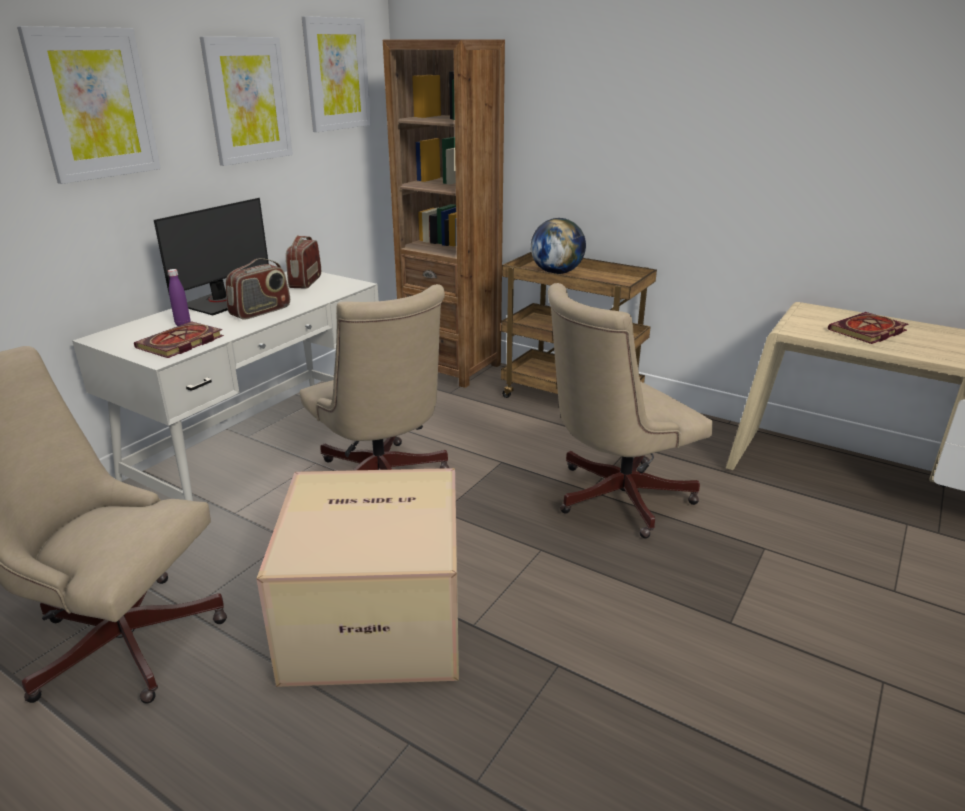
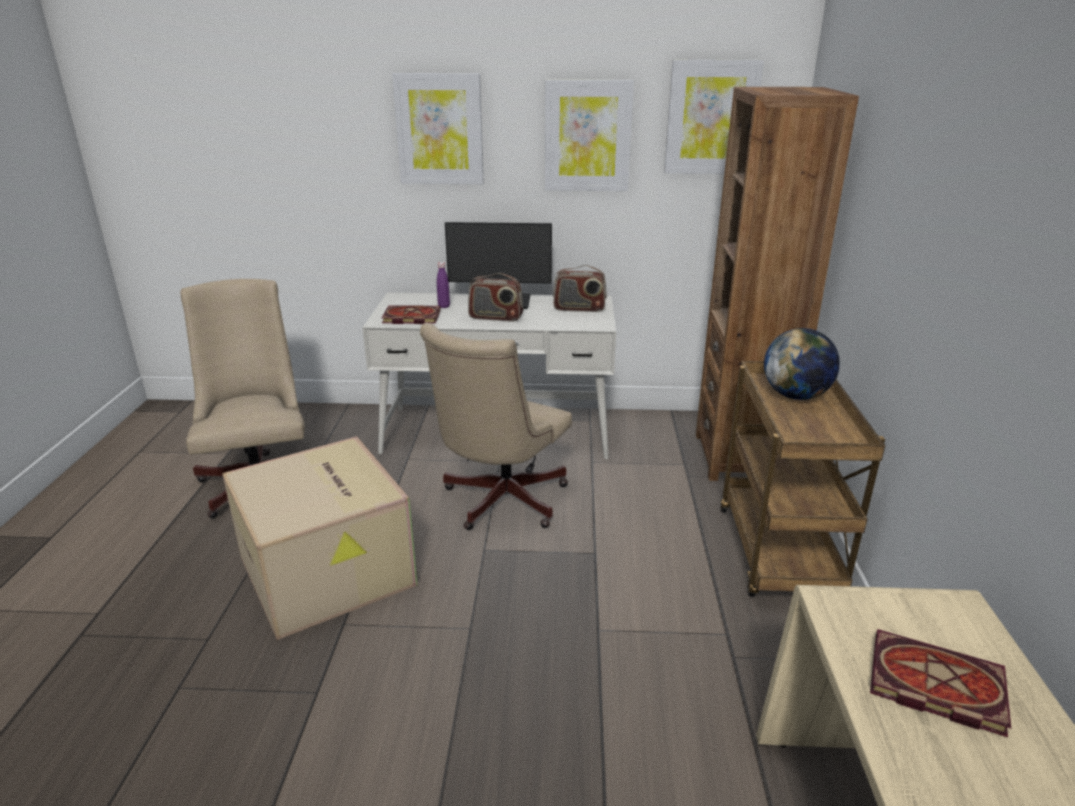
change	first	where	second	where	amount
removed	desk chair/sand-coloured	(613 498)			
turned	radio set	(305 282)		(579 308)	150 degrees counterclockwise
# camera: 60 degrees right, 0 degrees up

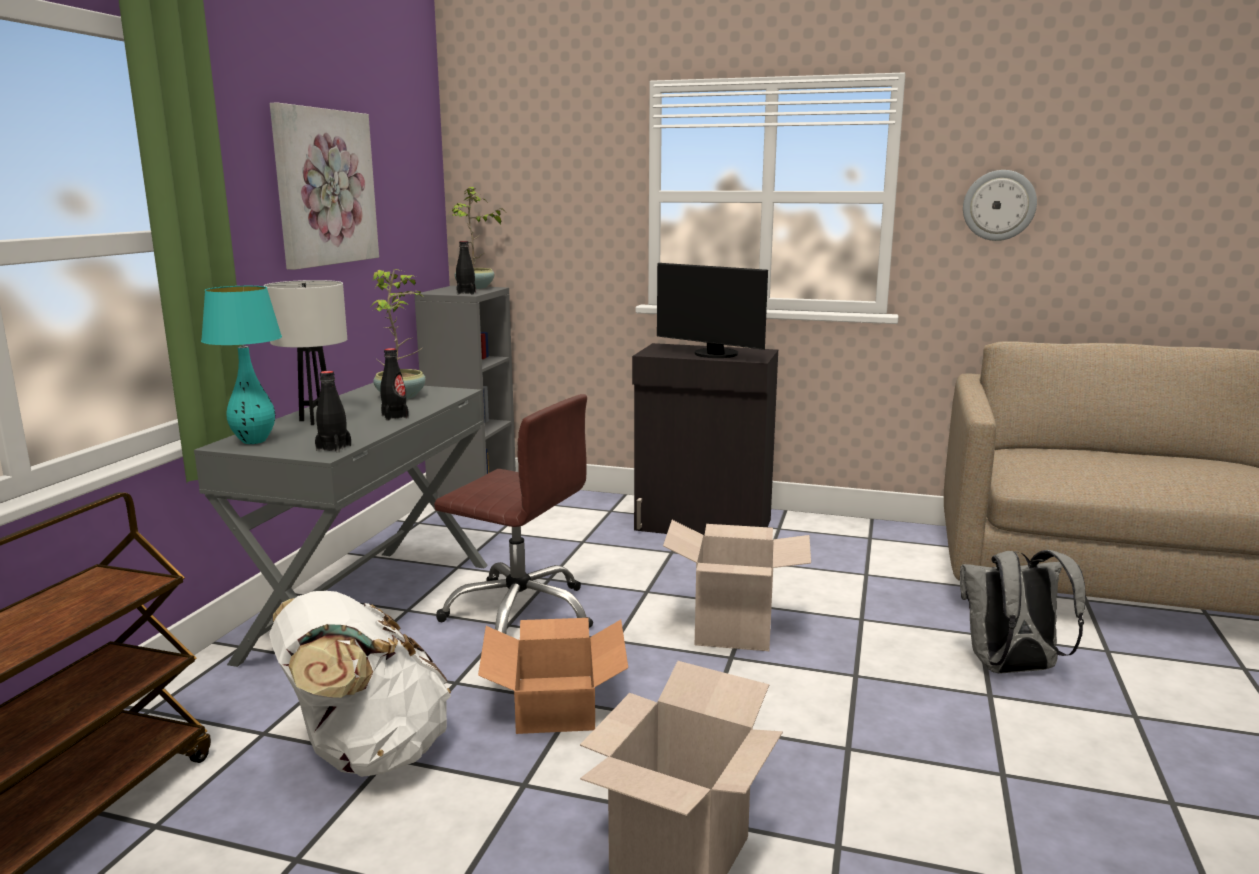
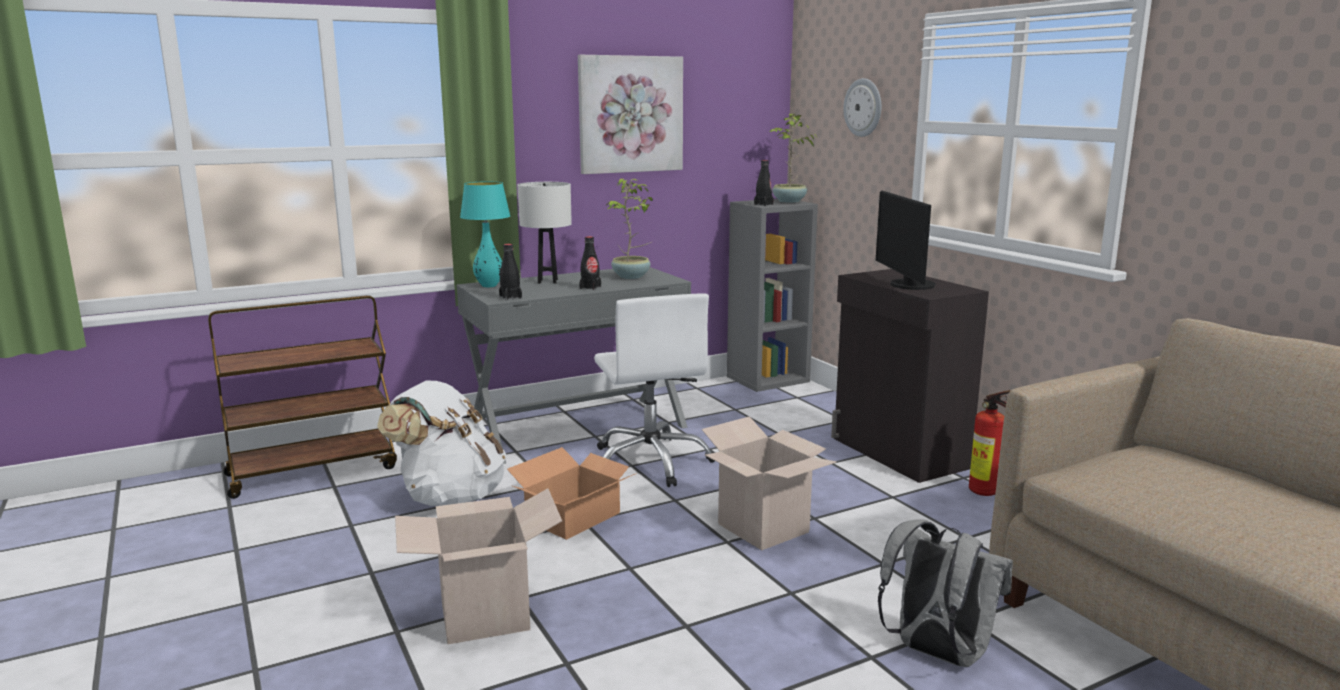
change	first	where	second	where	amount
added			extinguisher	(986 493)	
moved	hanging clock	(999 205)		(863 107)	
recoloured	desk chair/brown-coloured	(520 613)	desk chair/white	(651 462)	
# camera: 45 degrees right, 0 degrees up

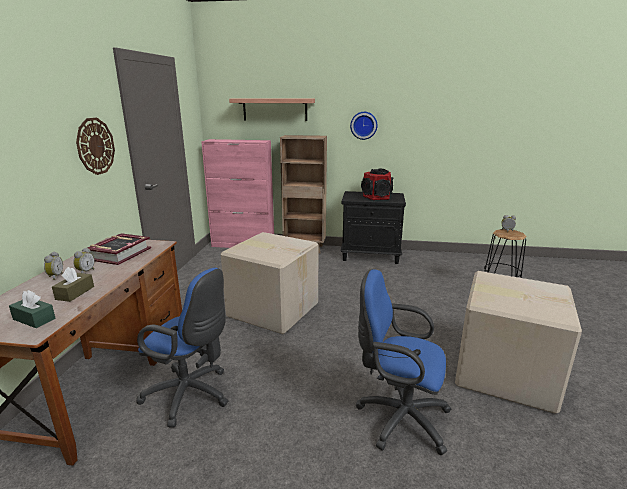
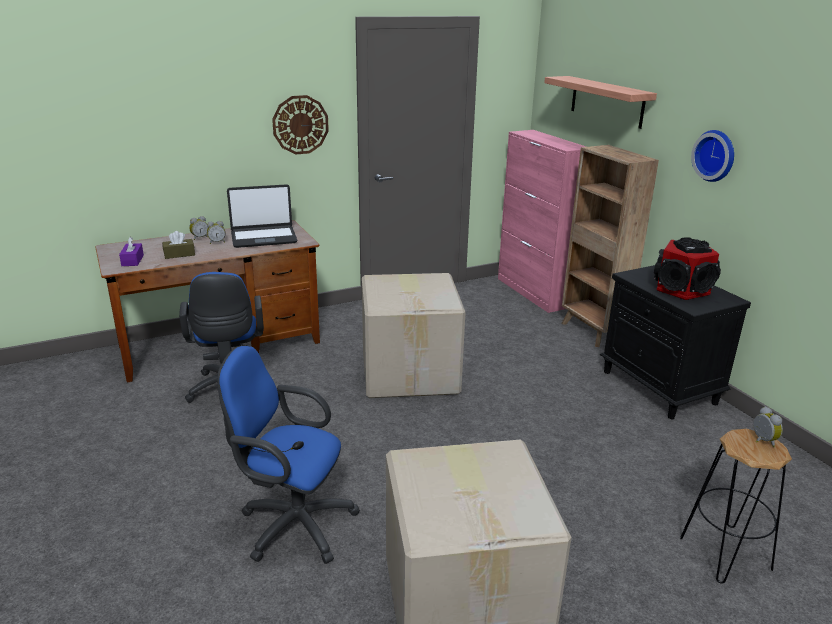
change	first	where	second	where	amount
replaced	book	(120 254)	laptop	(263 238)	
recoloured	tissue holder/green	(34 319)	tissue holder/purplish	(132 260)	
turned	desk chair/blue	(398 418)		(292 524)	60 degrees counterclockwise
# camera: 55 degrees right, 5 degrees up

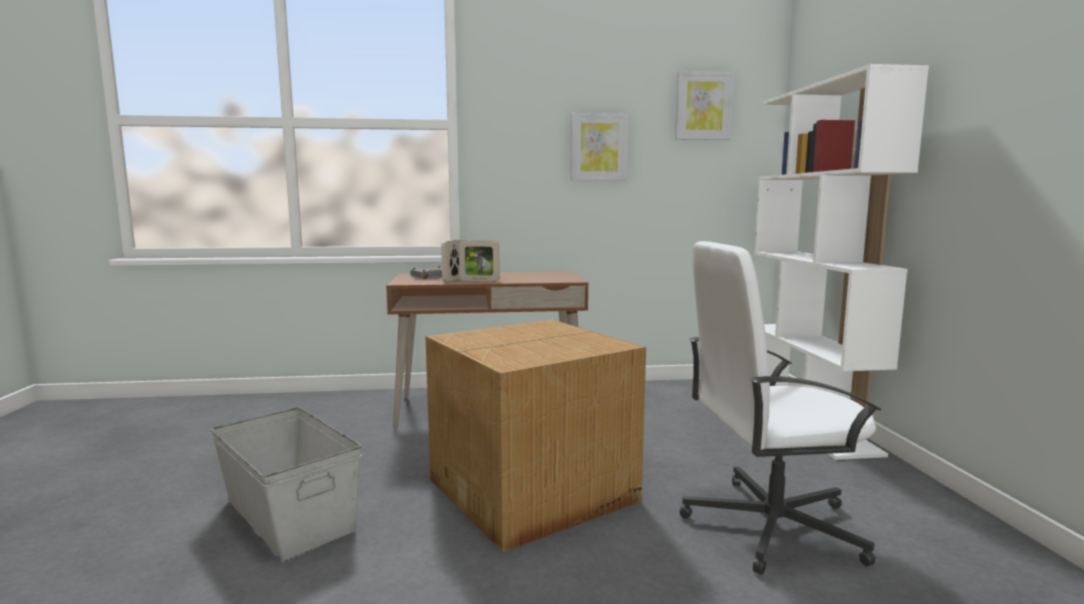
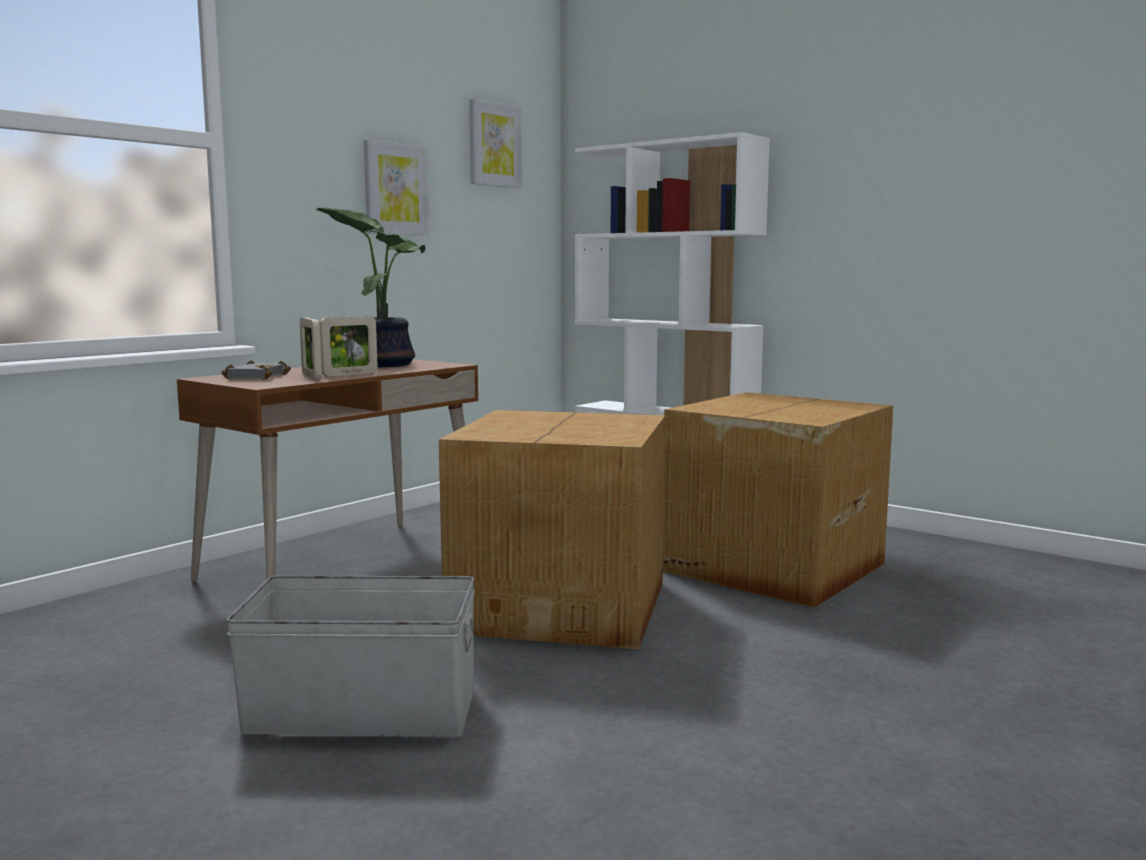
change	first	where	second	where	amount
added			potted plant	(382 364)	
replaced	desk chair/white	(769 525)	cardboard box	(770 567)	
# camera: 45 degrees left, 0 degrees up

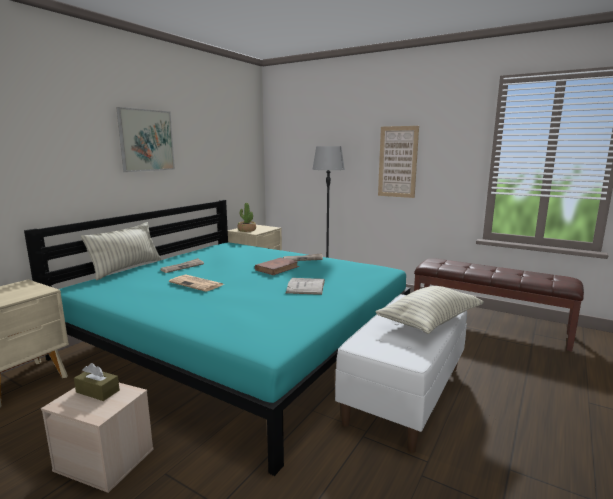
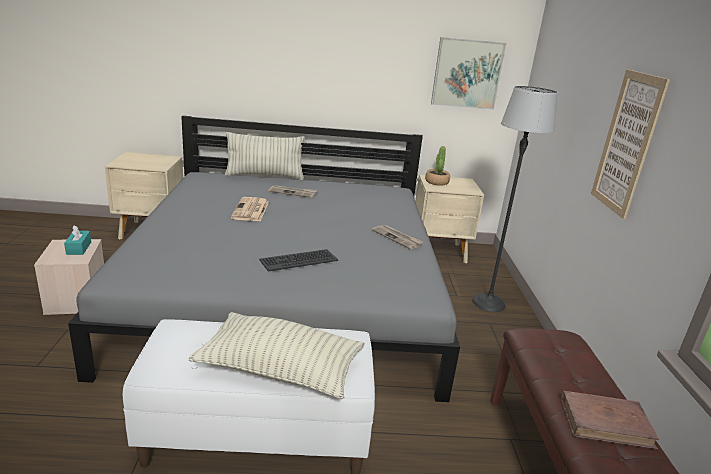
change	first	where	second	where	amount
moved	picture	(146 140)		(467 74)	
moved	book/brown-coloured	(277 268)		(606 423)	
replaced	book/white	(306 286)	computer keyboard	(298 260)	
recoloured	bedroom bed/turquoise	(241 341)	bedroom bed/greyish	(287 292)	
recoloured	tissue holder/brown-coloured	(97 391)	tissue holder/turquoise	(79 248)	
# camera: 55 degrees right, 10 degrees up

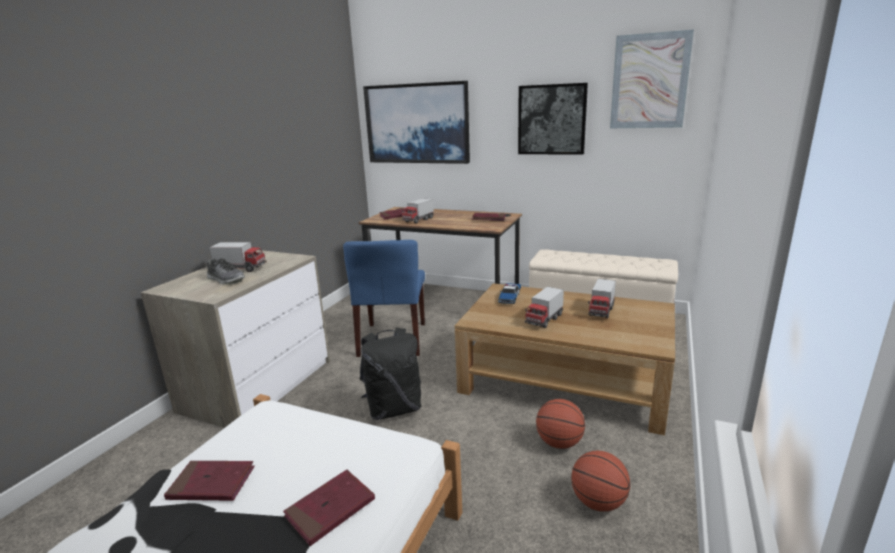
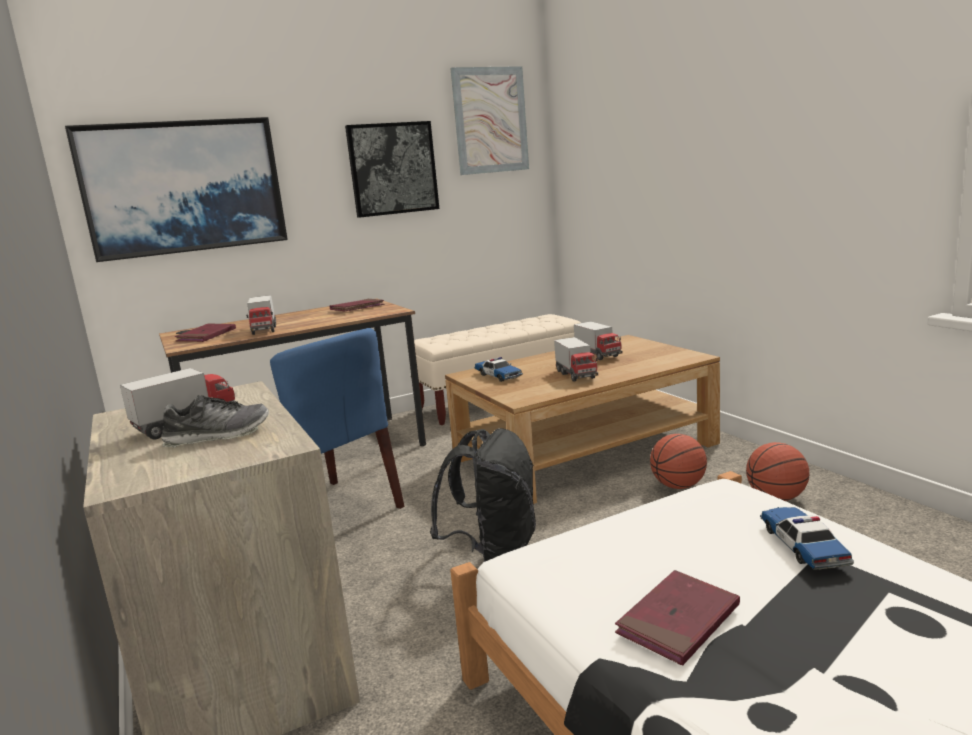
change	first	where	second	where	amount
replaced	book/red-coloured	(330 509)	toy car	(803 547)	
# camera: 50 degrees left, 5 degrees down

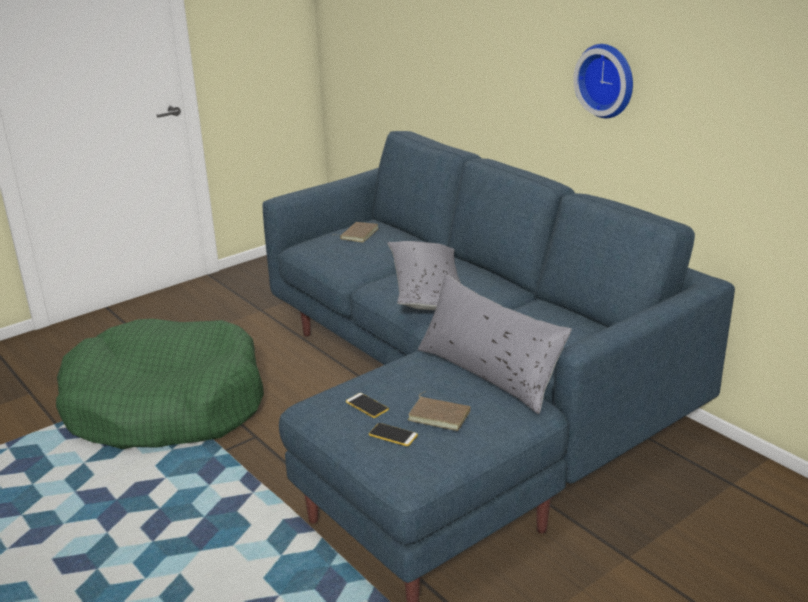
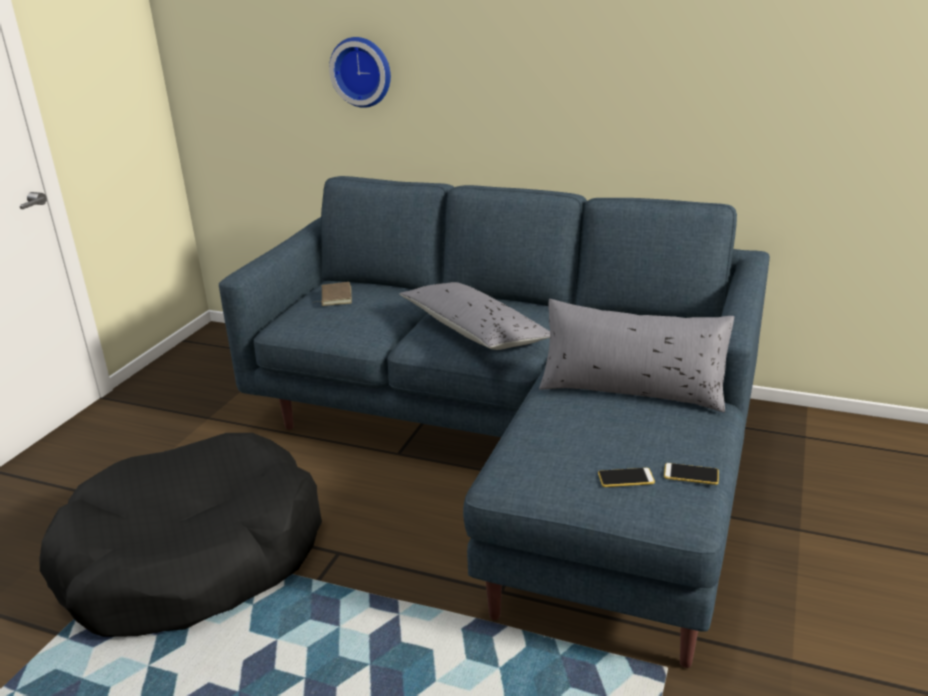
change	first	where	second	where	amount
removed	book/brown-coloured	(440 415)			
moved	handset	(367 406)		(691 474)	
moved	hanging clock	(607 80)		(362 71)	
recoloured	dog bed/green	(166 405)	dog bed/blackish	(192 558)	
# camera: 30 degrees left, 0 degrees up

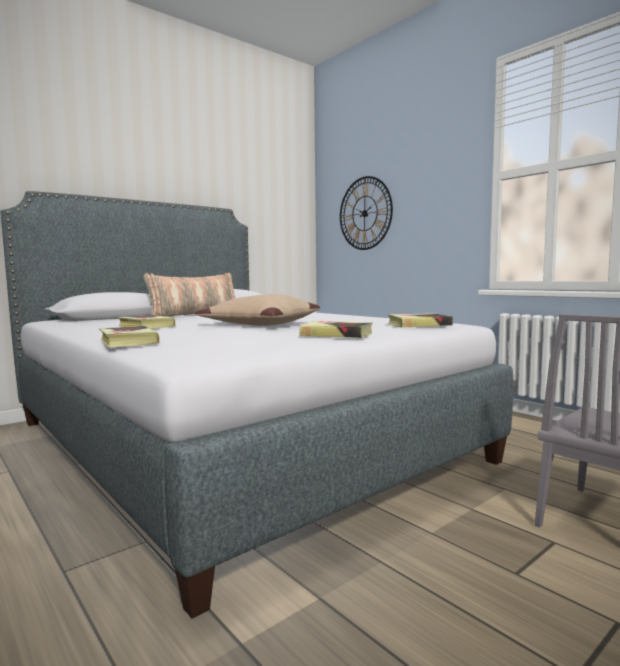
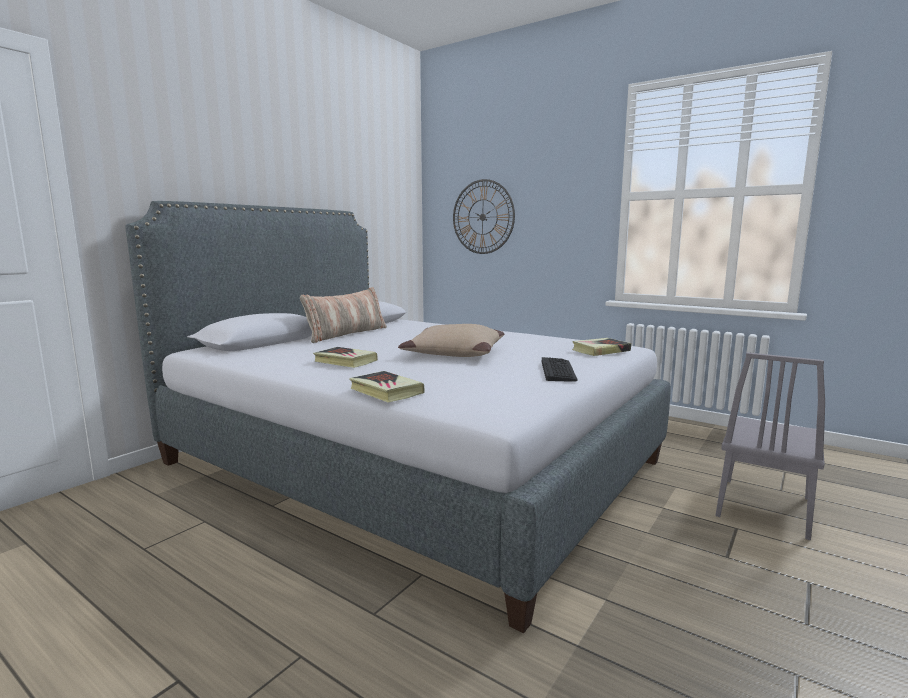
change	first	where	second	where	amount
replaced	book	(336 335)	computer keyboard	(558 370)	
# camera: 15 degrees left, 5 degrees up

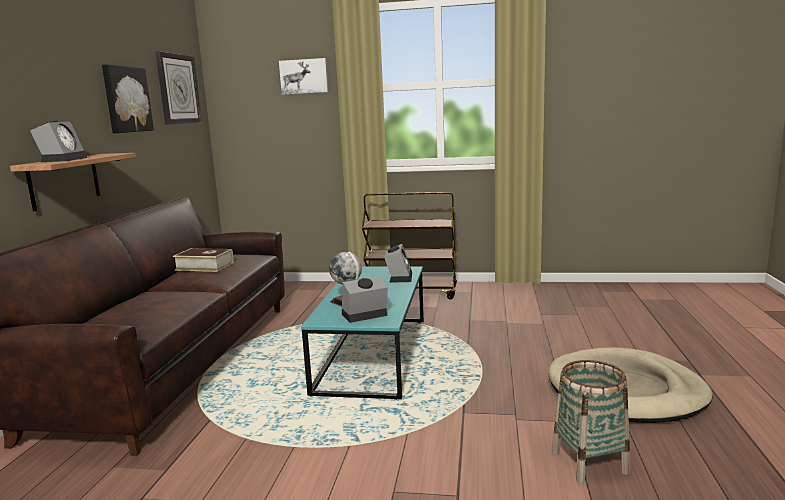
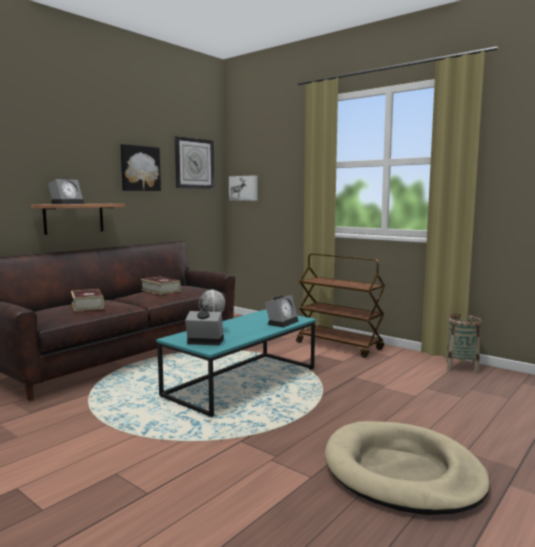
change	first	where	second	where	amount
added			book	(87 305)	
moved	picture	(304 76)		(244 188)	
moved	basket	(589 462)		(462 367)	
# camera: 30 degrees right, 5 degrees down

